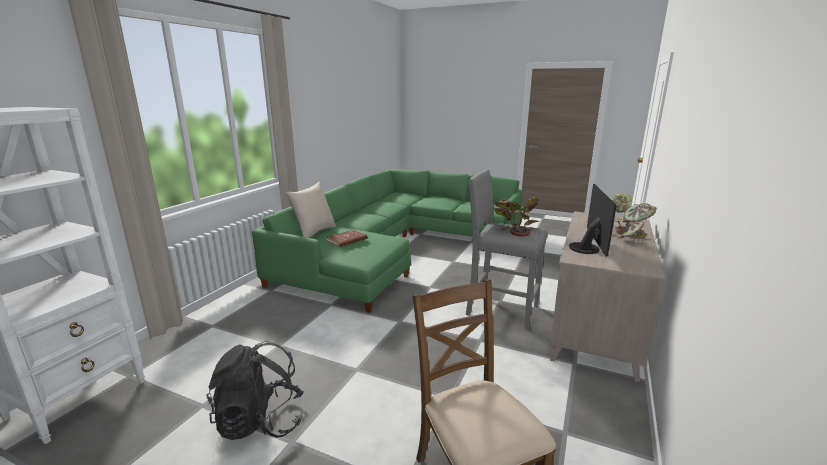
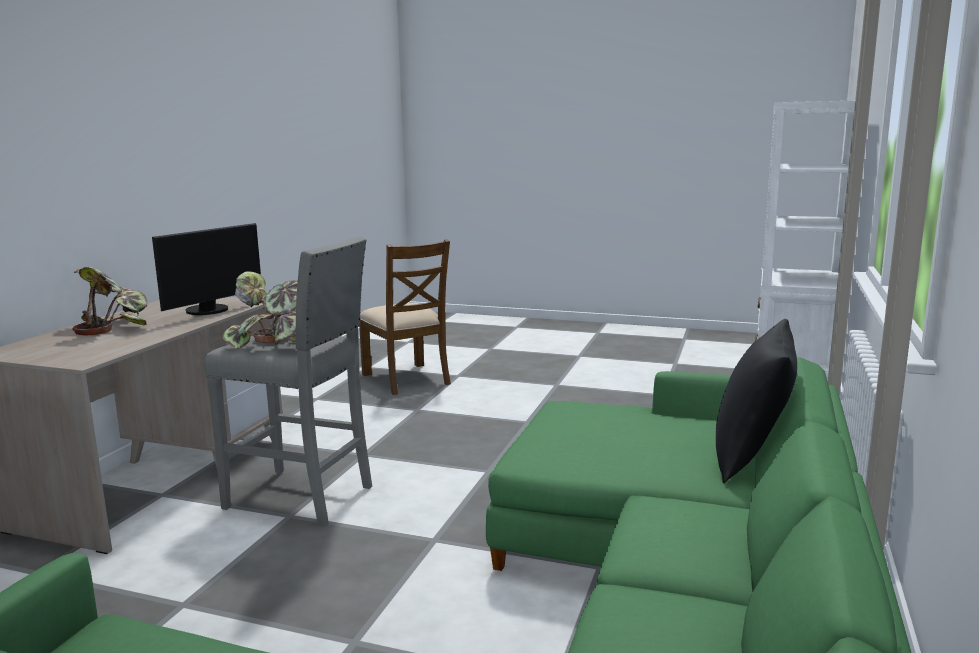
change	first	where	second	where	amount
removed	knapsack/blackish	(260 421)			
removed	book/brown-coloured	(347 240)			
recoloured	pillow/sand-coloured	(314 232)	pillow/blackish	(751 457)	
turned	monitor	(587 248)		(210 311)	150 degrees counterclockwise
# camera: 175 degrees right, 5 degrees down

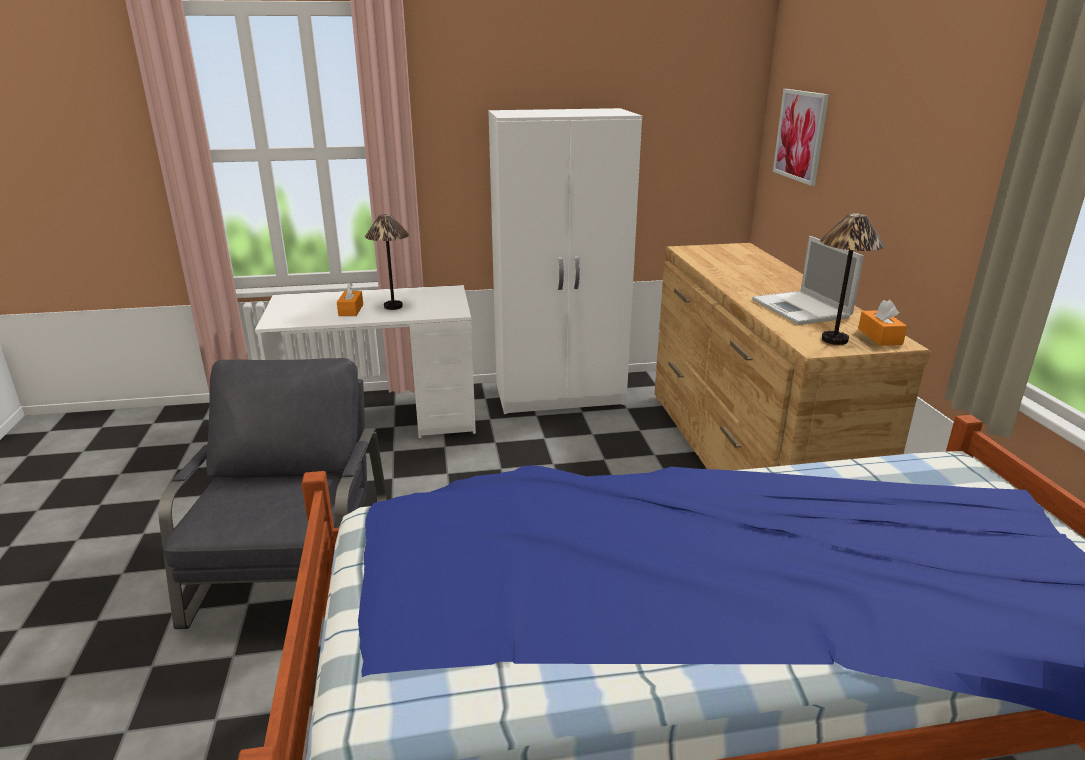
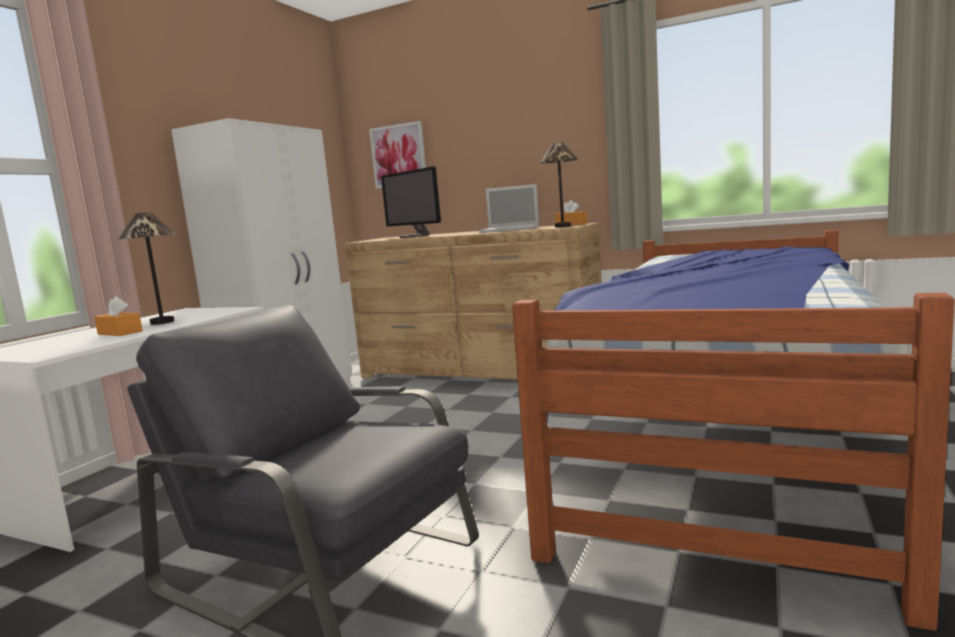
change	first	where	second	where	amount
added			monitor	(415 236)	
# camera: 55 degrees left, 15 degrees down

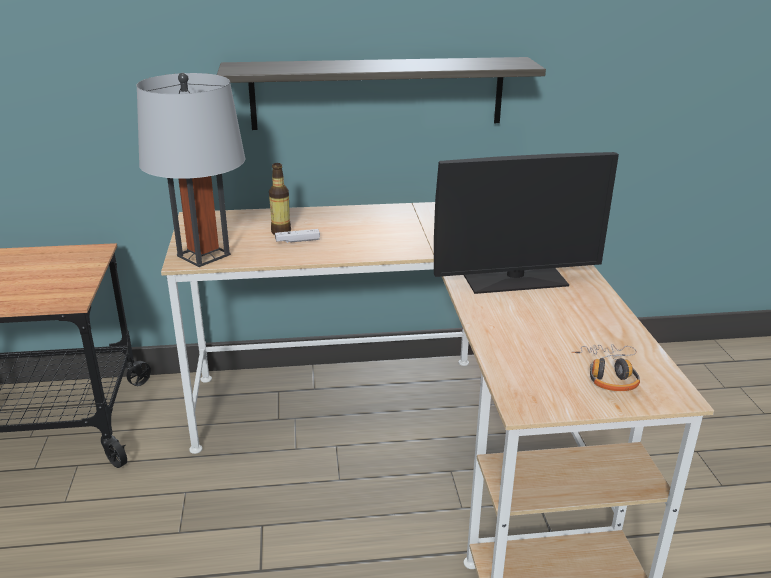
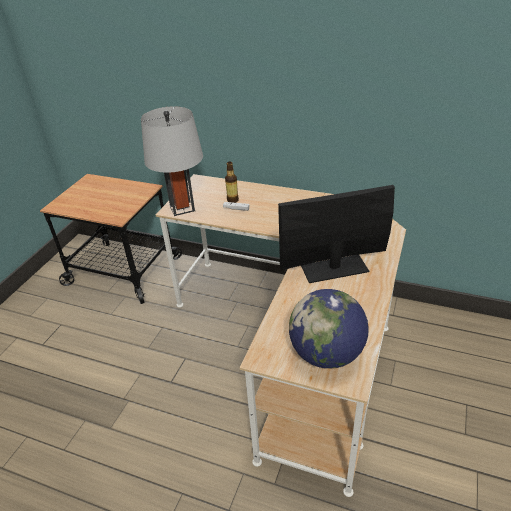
change	first	where	second	where	amount
removed	shelf	(377 93)			
replaced	headset	(608 374)	desk globe	(326 354)	
turned	monitor	(515 279)		(334 268)	150 degrees clockwise
# camera: 30 degrees right, 10 degrees up

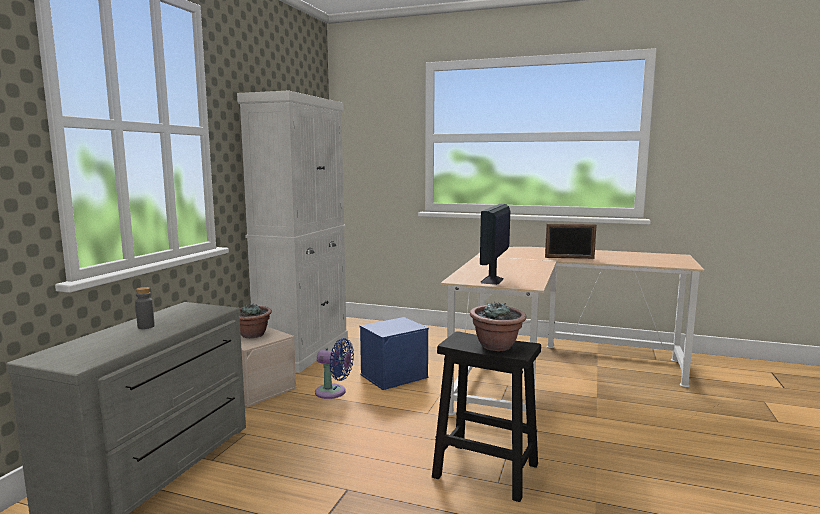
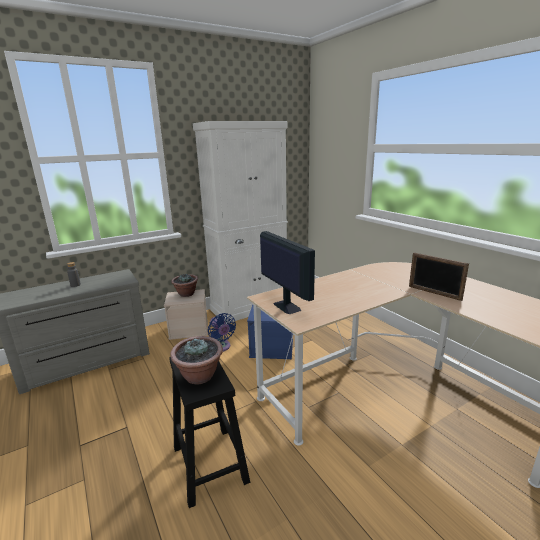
change	first	where	second	where	amount
turned	monitor	(492 280)		(286 306)	90 degrees clockwise
# camera: 40 degrees right, 10 degrees up

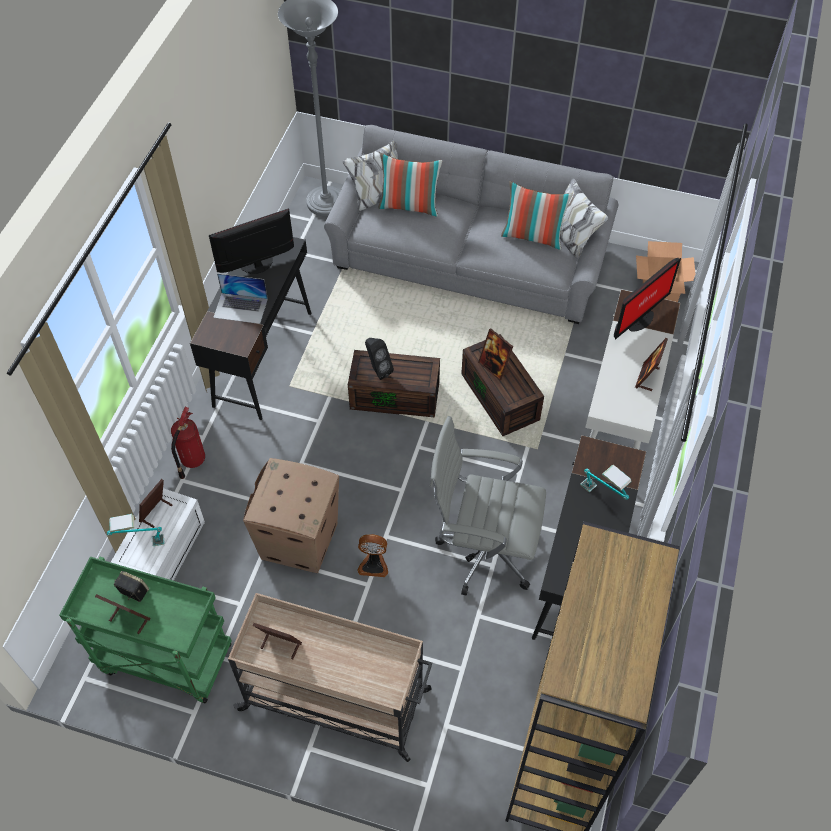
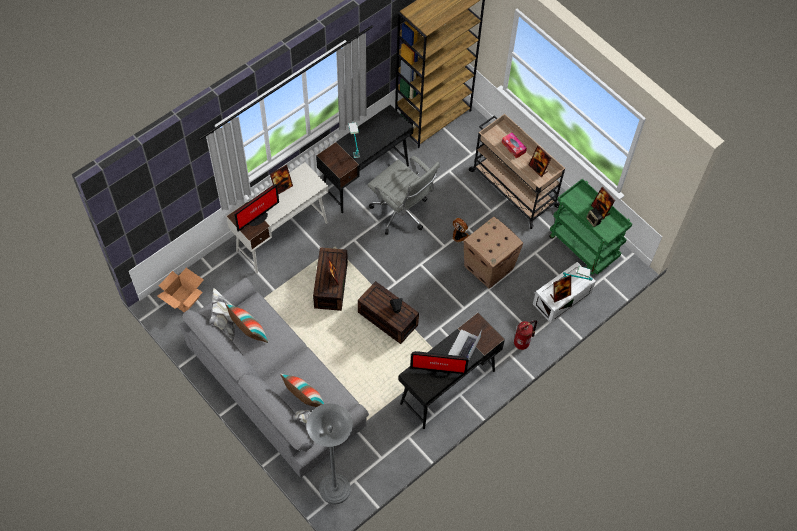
change	first	where	second	where	amount
added			tissue holder	(513 147)	
turned	laptop	(241 308)		(464 346)	105 degrees counterclockwise
turned	monitor	(638 320)		(257 218)	150 degrees clockwise
# camera: 150 degrees left, 5 degrees up

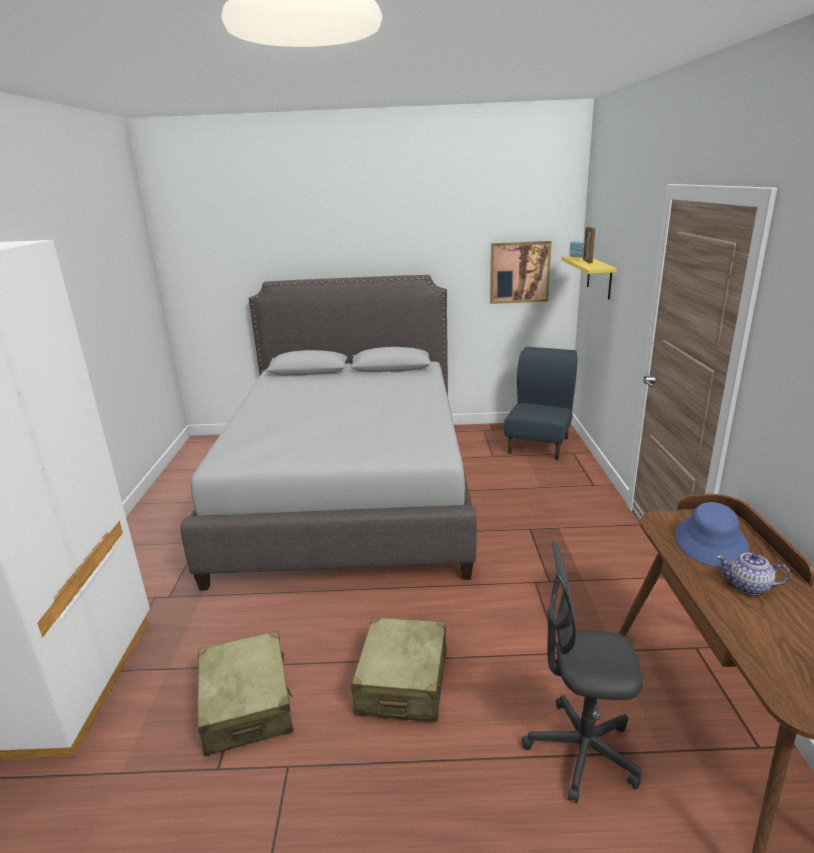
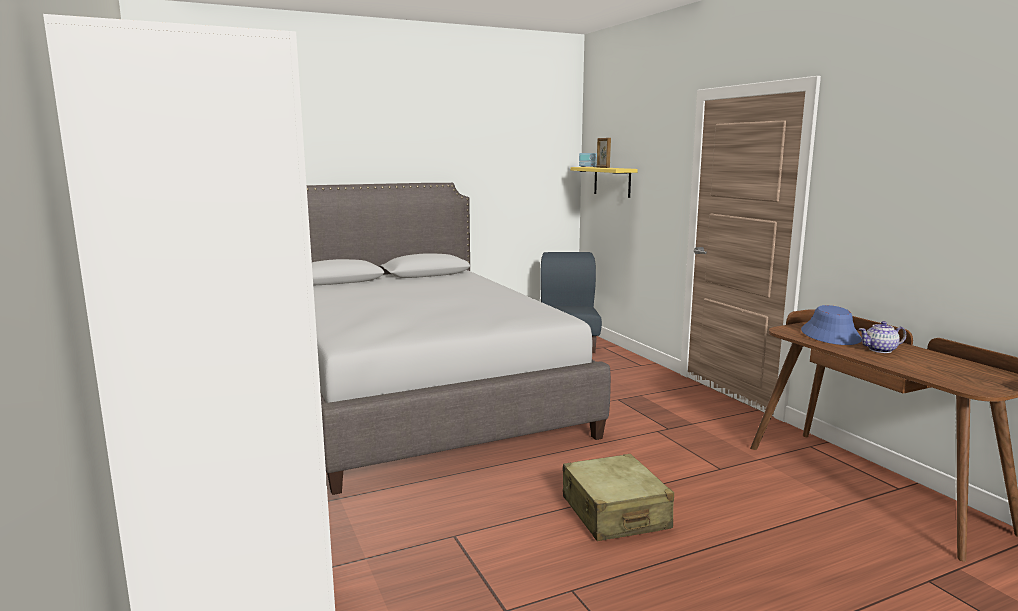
change	first	where	second	where	amount
removed	suitcase/sand-coloured	(247 704)			
removed	picture	(519 272)			
removed	desk chair/greyish	(581 751)			
# camera: 25 degrees left, 10 degrees down

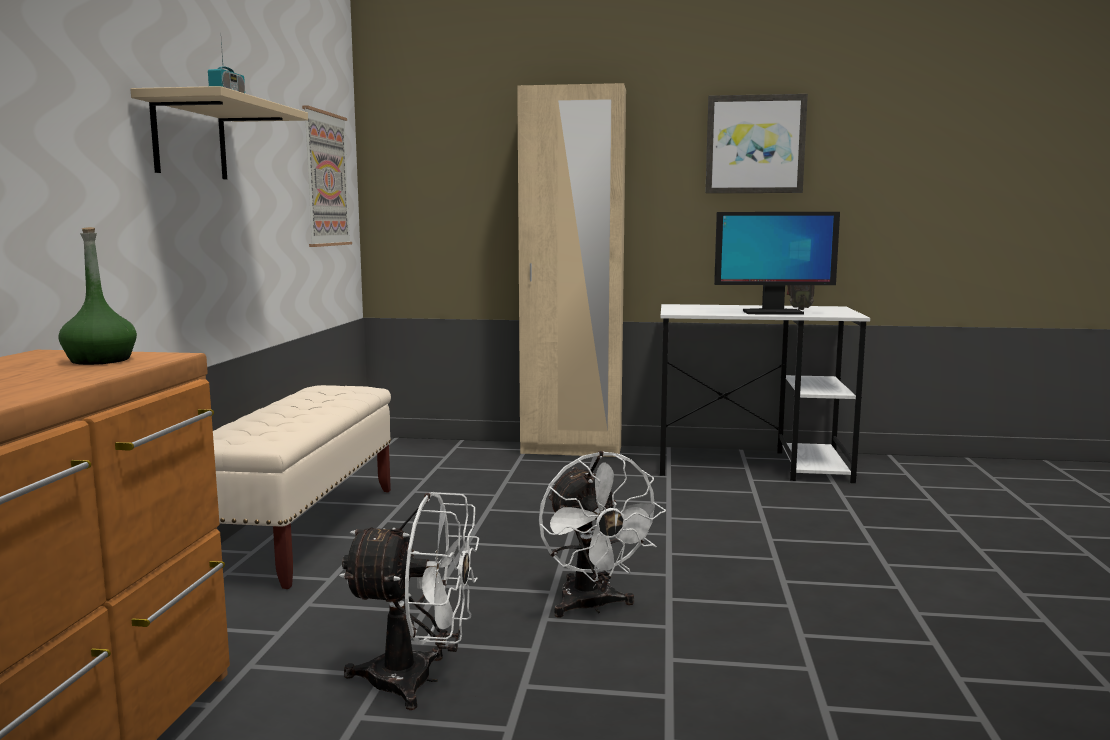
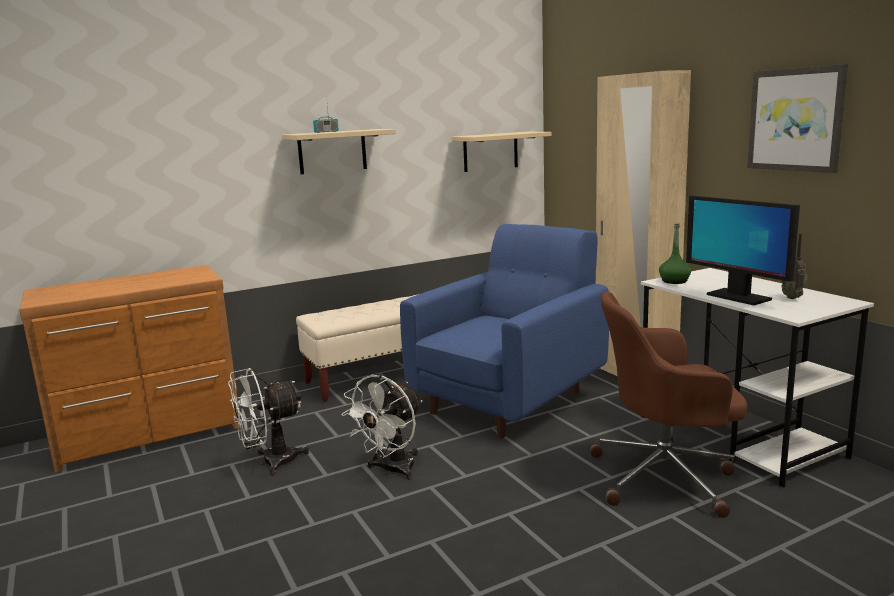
change	first	where	second	where	amount
added			lounge chair/blue	(511 400)	
added			desk chair/brown-coloured	(666 476)	
moved	drink bottle/green	(100 360)		(674 281)	
replaced	picture	(326 179)	shelf/sand-coloured	(490 151)	
turned	cooling fan/white	(418 681)		(270 462)	90 degrees clockwise
# camera: 55 degrees right, 5 degrees up

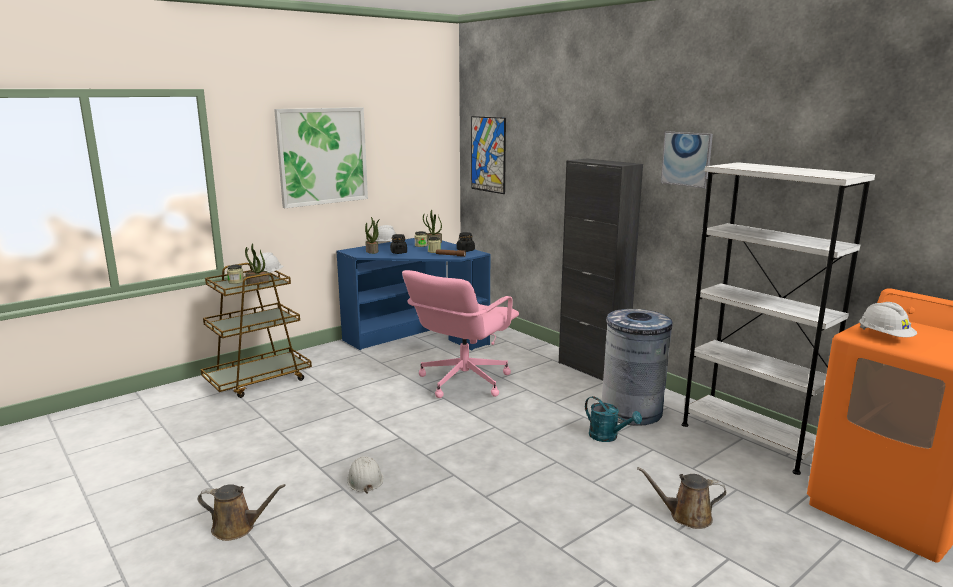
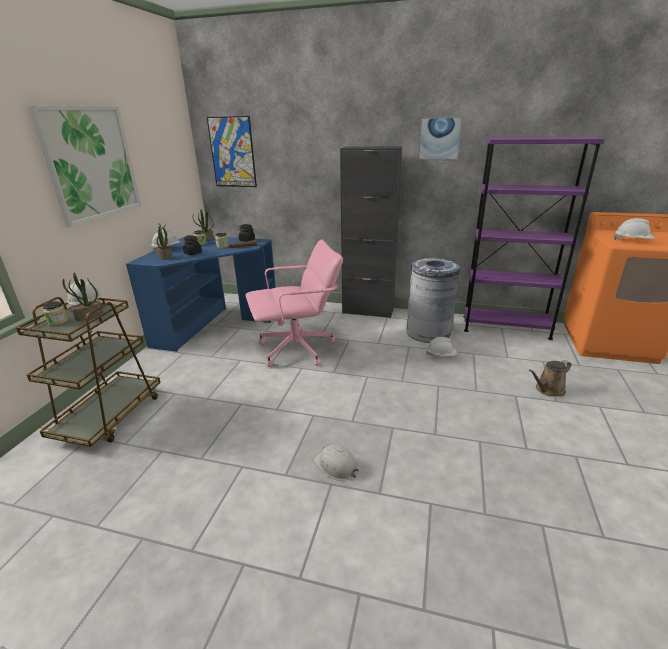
change	first	where	second	where	amount
removed	sprinkling can/brown-coloured	(237 527)			
replaced	sprinkling can/turquoise	(608 437)	safety helmet/white	(441 355)	
recoloured	bookshelf/white	(749 439)	bookshelf/purplish	(505 327)	
turned	desk chair/pinkish	(463 381)		(297 349)	105 degrees counterclockwise
# camera: 35 degrees left, 10 degrees up

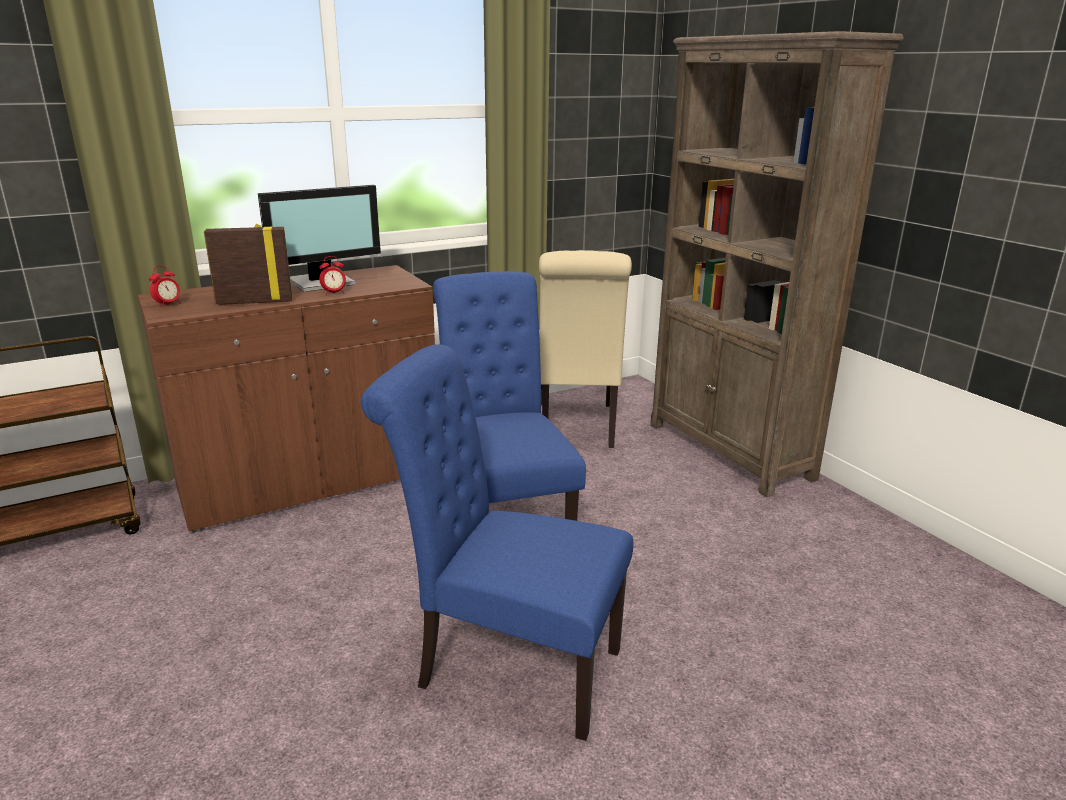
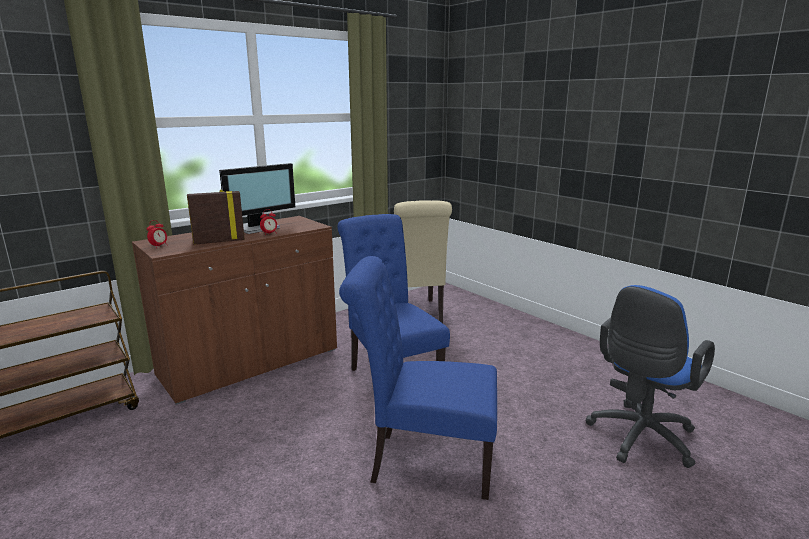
change	first	where	second	where	amount
removed	bookshelf/brown-coloured	(729 451)			
added			desk chair/blue	(639 439)	
# camera: 10 degrees left, 5 degrees down

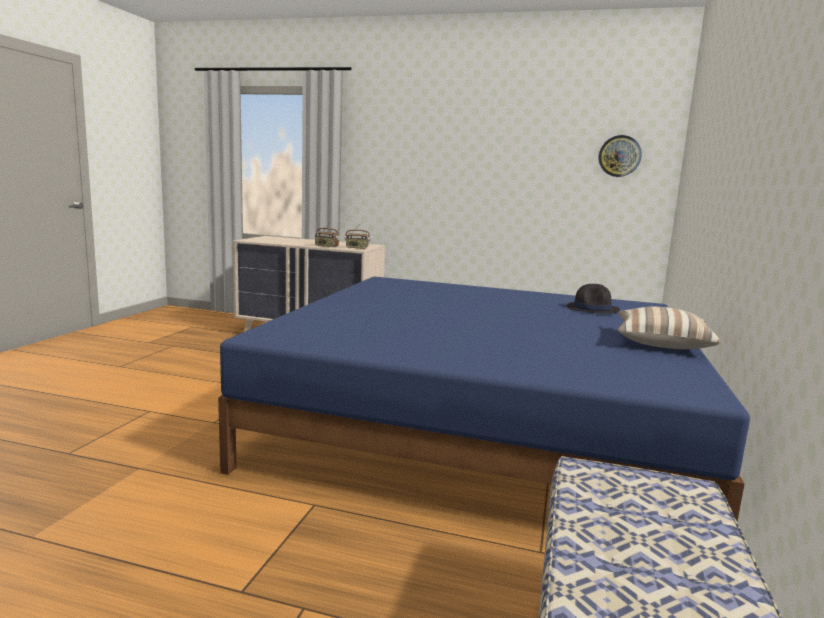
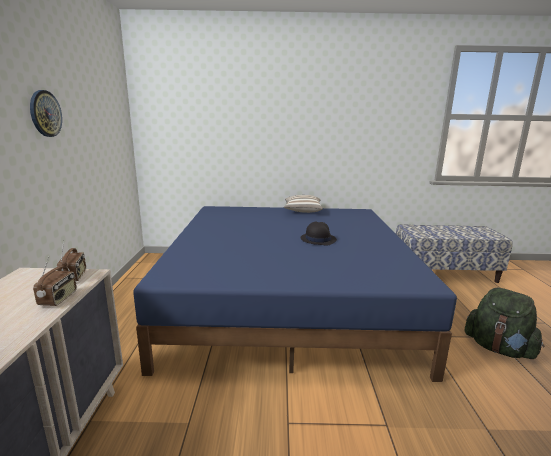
change	first	where	second	where	amount
added			knapsack/green	(498 348)	
moved	clothing hat/blackish	(593 309)		(318 239)	
moved	hanging clock	(619 156)		(45 113)	
# camera: 105 degrees left, 5 degrees up

